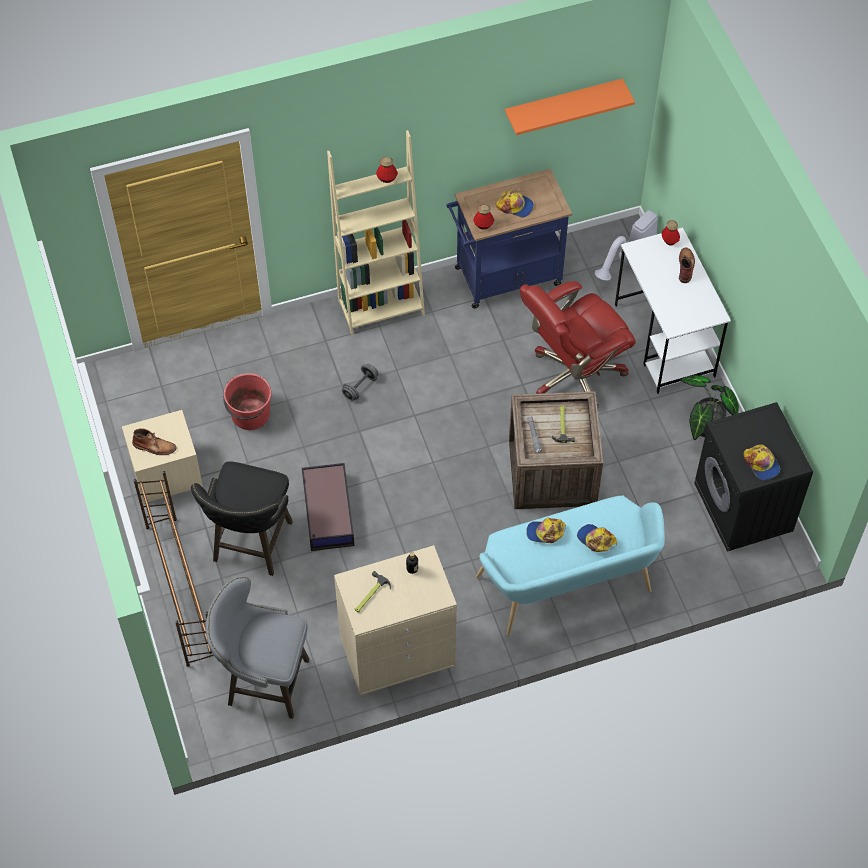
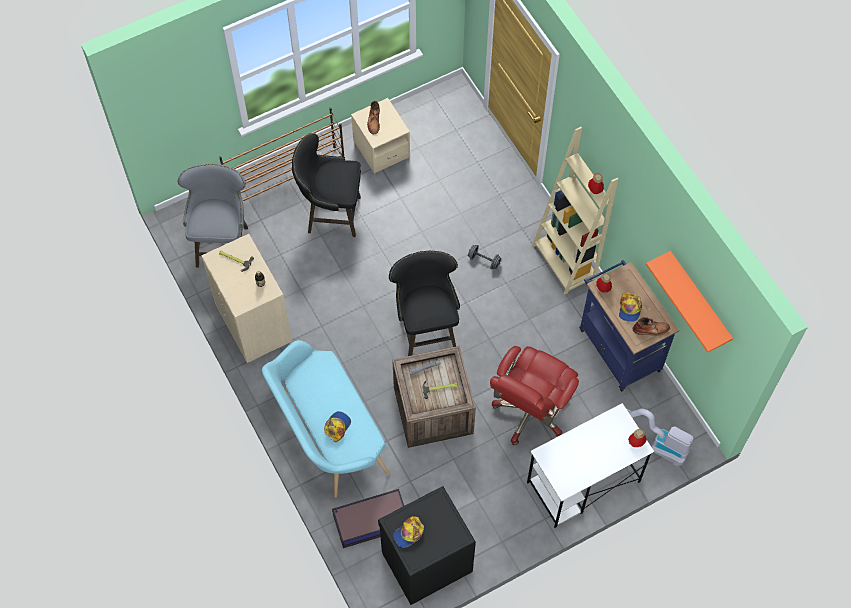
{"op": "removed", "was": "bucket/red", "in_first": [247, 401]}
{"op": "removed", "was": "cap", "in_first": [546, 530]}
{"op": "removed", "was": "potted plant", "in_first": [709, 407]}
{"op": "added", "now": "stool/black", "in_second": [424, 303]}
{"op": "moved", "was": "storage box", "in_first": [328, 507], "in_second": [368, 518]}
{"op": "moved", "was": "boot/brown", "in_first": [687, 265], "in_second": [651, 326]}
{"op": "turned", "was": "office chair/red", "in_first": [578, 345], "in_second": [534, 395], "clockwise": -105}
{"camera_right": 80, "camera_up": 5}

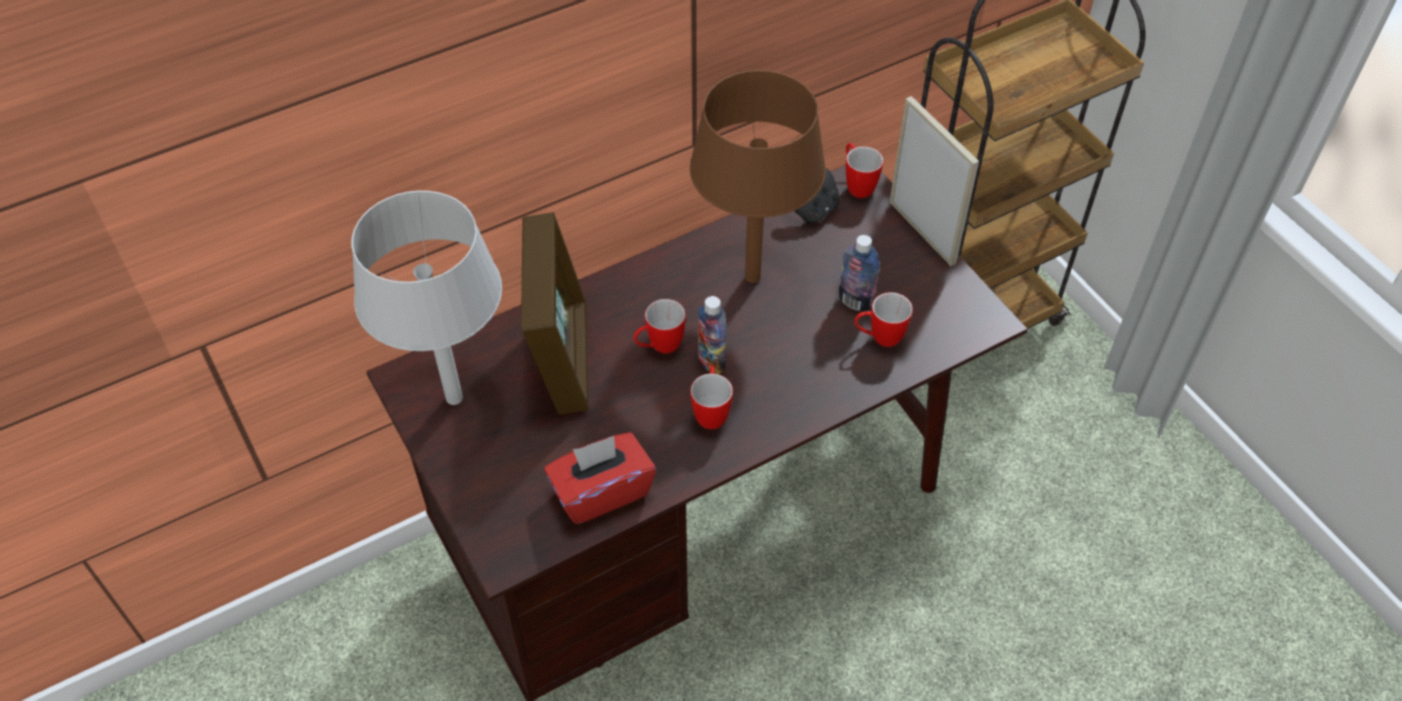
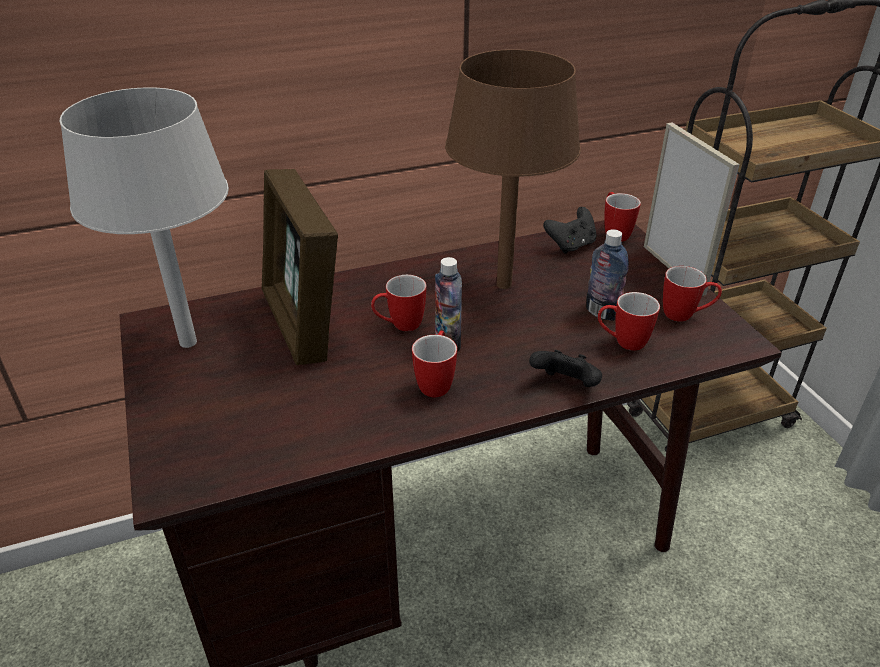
{"op": "removed", "was": "tissue box/red", "in_first": [600, 478]}
{"op": "added", "now": "game controller/black", "in_second": [565, 368]}
{"op": "added", "now": "mug", "in_second": [692, 294]}
{"op": "turned", "was": "picture frame", "in_first": [554, 313], "in_second": [299, 267], "clockwise": 150}
{"camera_right": 10, "camera_up": -15}

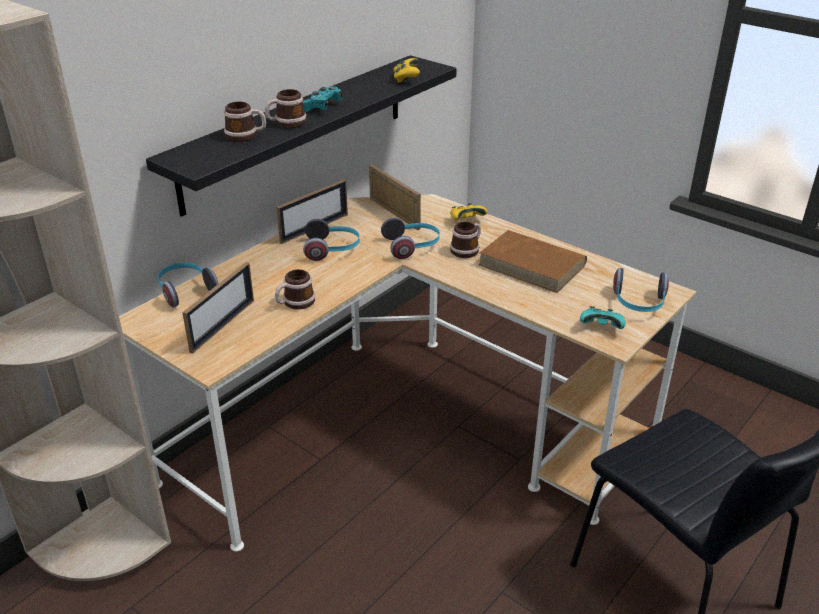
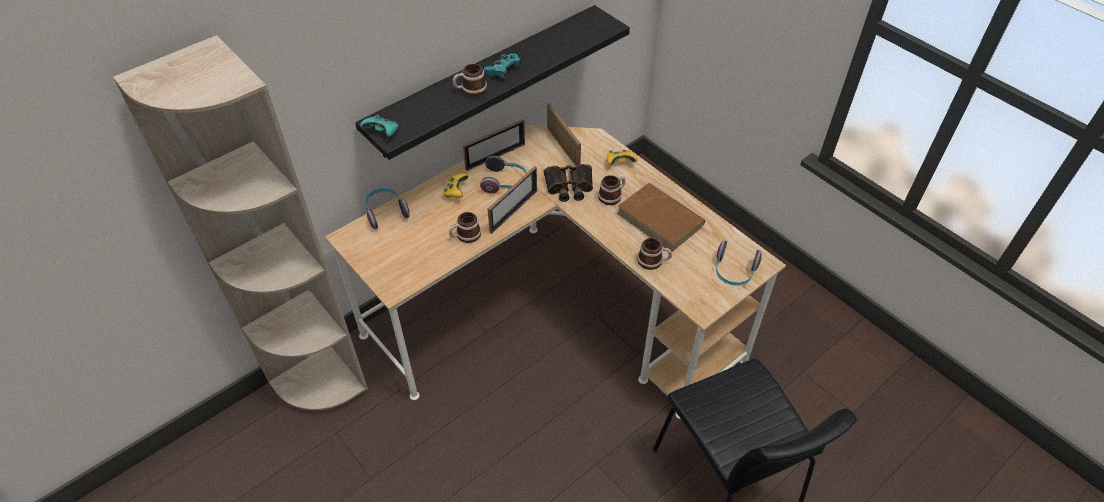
{"op": "moved", "was": "picture frame", "in_first": [218, 308], "in_second": [512, 200]}
{"op": "moved", "was": "mug", "in_first": [245, 122], "in_second": [654, 254]}
{"op": "moved", "was": "game controller/yellow", "in_first": [406, 70], "in_second": [455, 186]}
{"op": "moved", "was": "game controller/turquoise", "in_first": [602, 317], "in_second": [379, 125]}
{"op": "replaced", "was": "headphones", "now": "binoculars", "in_first": [410, 238], "in_second": [568, 183]}
{"camera_right": 10, "camera_up": 15}

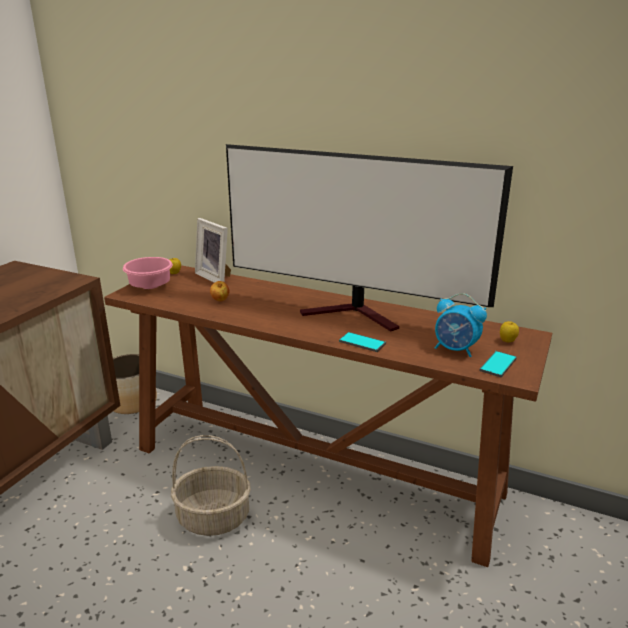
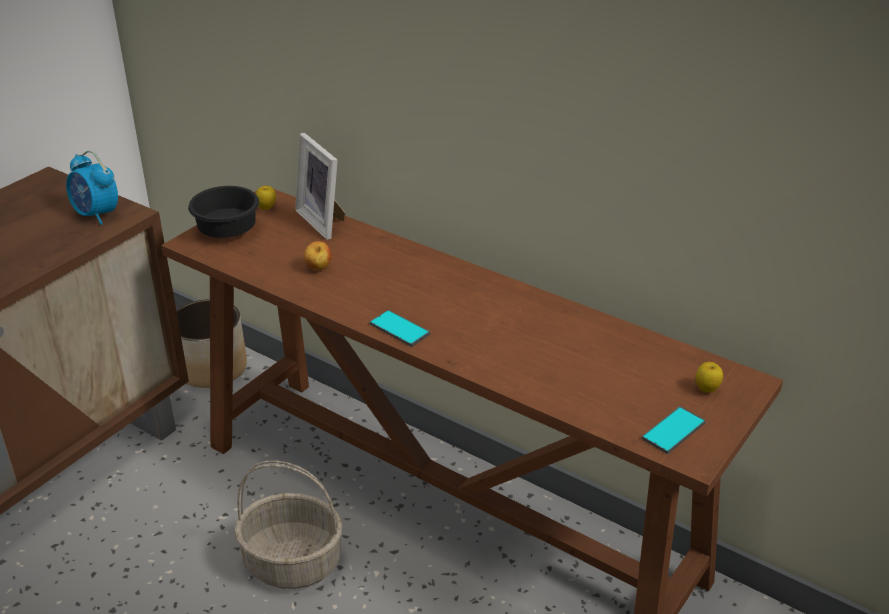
{"op": "removed", "was": "television", "in_first": [369, 238]}
{"op": "moved", "was": "phone", "in_first": [362, 342], "in_second": [400, 328]}
{"op": "moved", "was": "alarm clock", "in_first": [461, 325], "in_second": [92, 188]}
{"op": "recoloured", "was": "bowl/pink", "now": "bowl/black", "in_first": [148, 273], "in_second": [223, 212]}
{"camera_right": 10, "camera_up": 10}

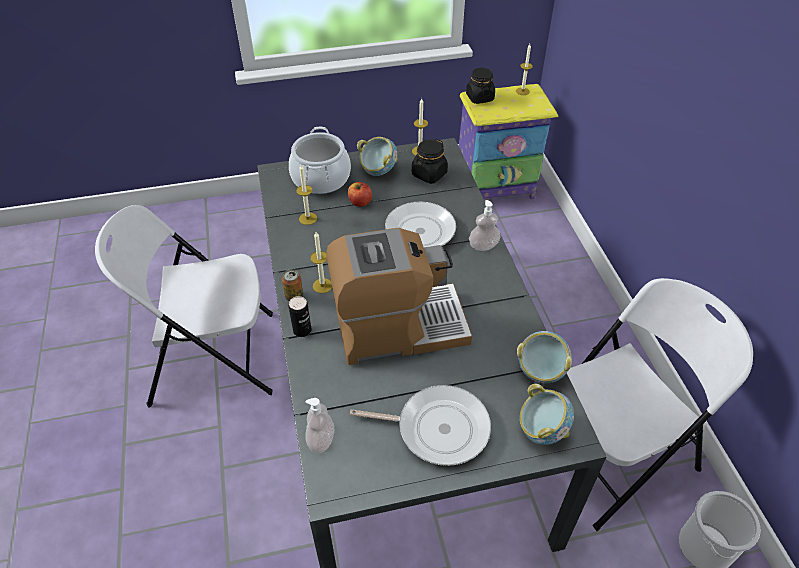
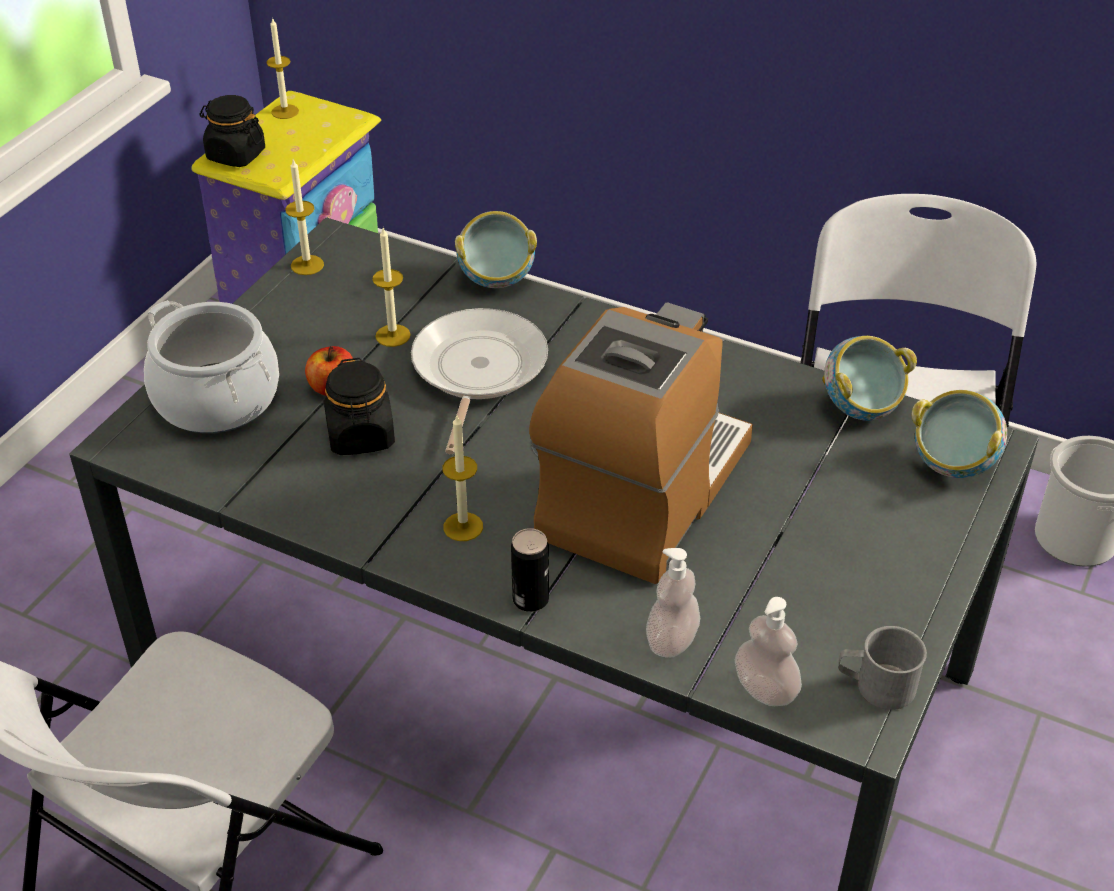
{"op": "removed", "was": "can", "in_first": [293, 285]}
{"op": "removed", "was": "frying pan", "in_first": [420, 425]}
{"op": "added", "now": "mug/grey", "in_second": [882, 668]}
{"op": "moved", "was": "candle", "in_first": [306, 195], "in_second": [391, 287]}
{"op": "moved", "was": "bowl", "in_first": [377, 156], "in_second": [496, 249]}
{"op": "moved", "was": "jar/black", "in_first": [430, 161], "in_second": [359, 406]}
{"op": "moved", "was": "soap dispenser", "in_first": [485, 225], "in_second": [673, 603]}
{"camera_right": -50, "camera_up": -5}

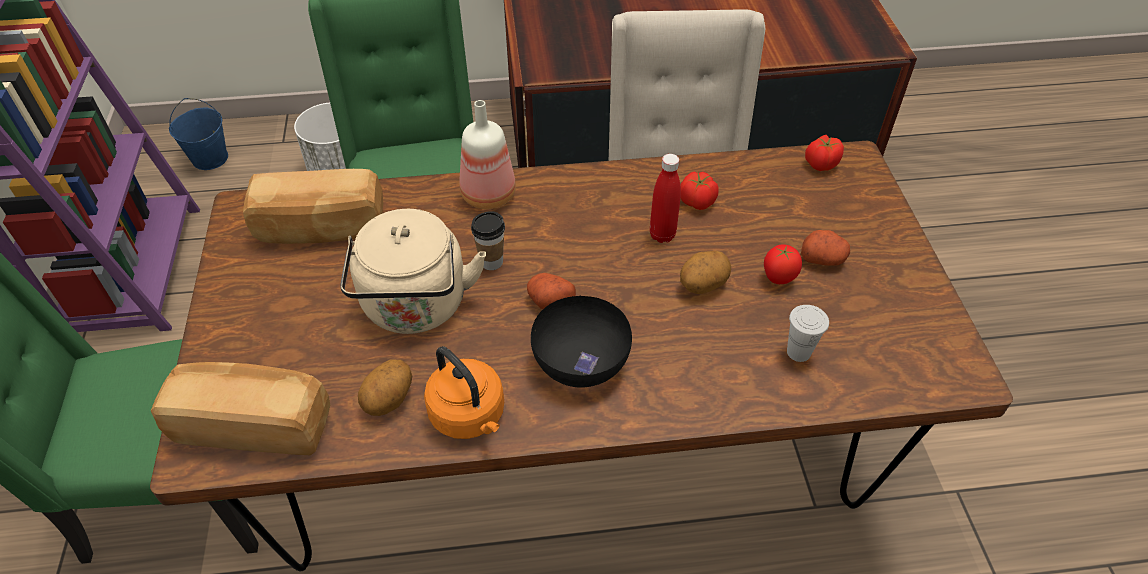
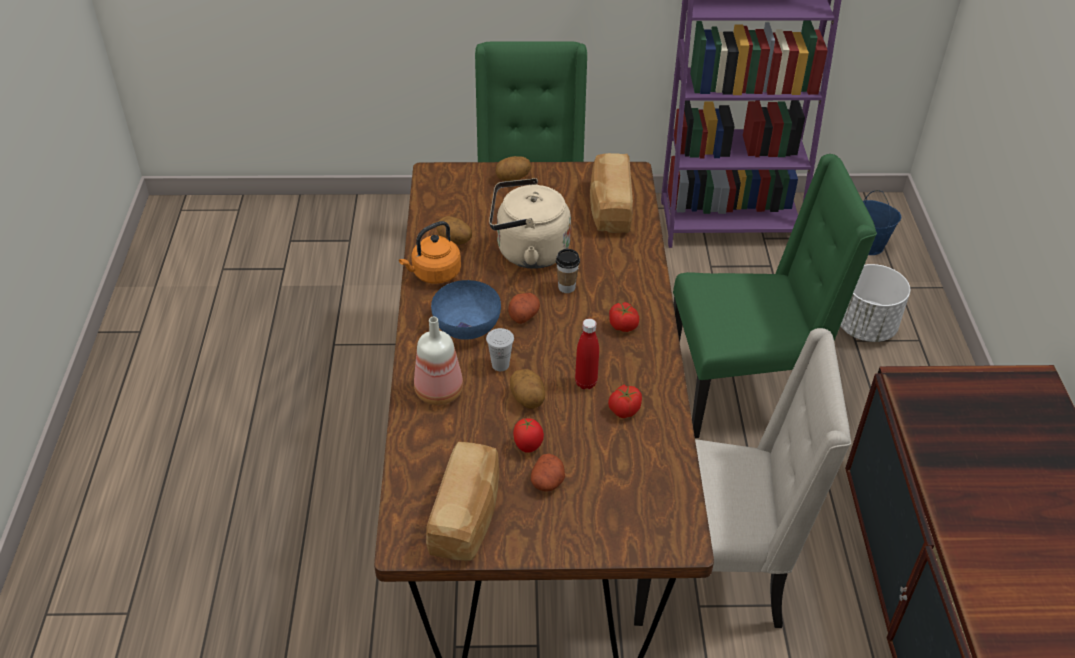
{"op": "added", "now": "potato", "in_second": [513, 168]}
{"op": "moved", "was": "bread", "in_first": [240, 408], "in_second": [462, 501]}
{"op": "moved", "was": "bottle", "in_first": [487, 154], "in_second": [438, 361]}
{"op": "moved", "was": "cup/white", "in_first": [808, 333], "in_second": [500, 349]}
{"op": "moved", "was": "tomato", "in_first": [824, 153], "in_second": [624, 317]}
{"op": "recoloured", "was": "bowl/black", "now": "bowl/blue", "in_first": [581, 342], "in_second": [466, 310]}
{"camera_right": 95, "camera_up": -5}

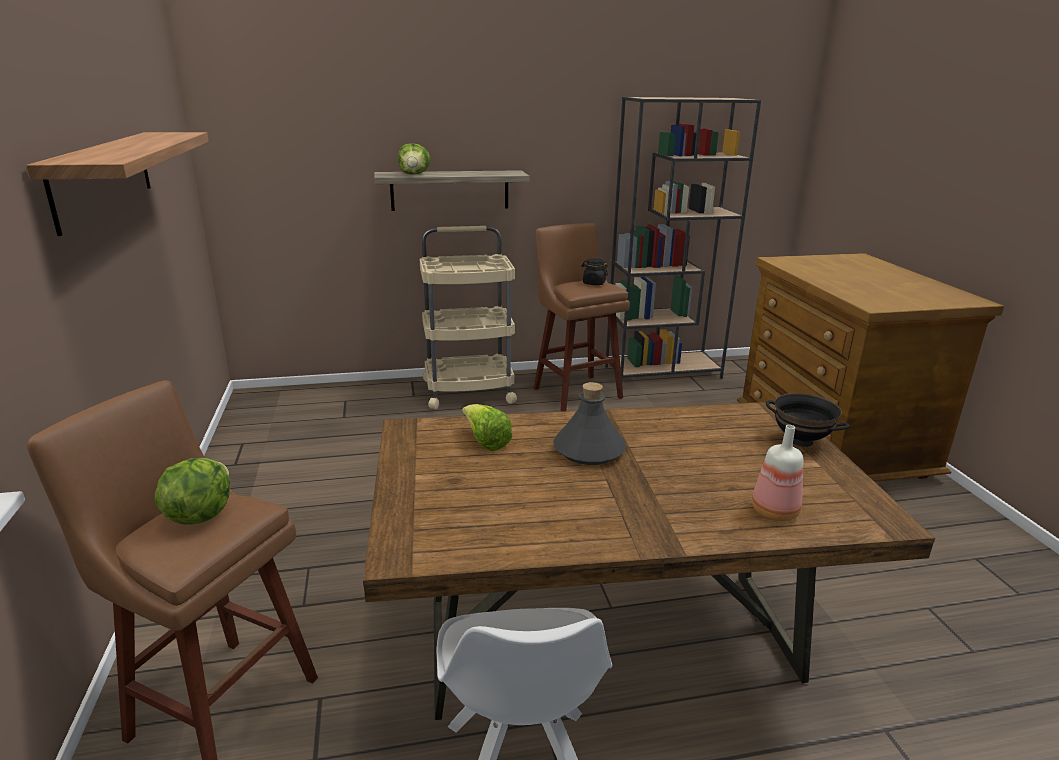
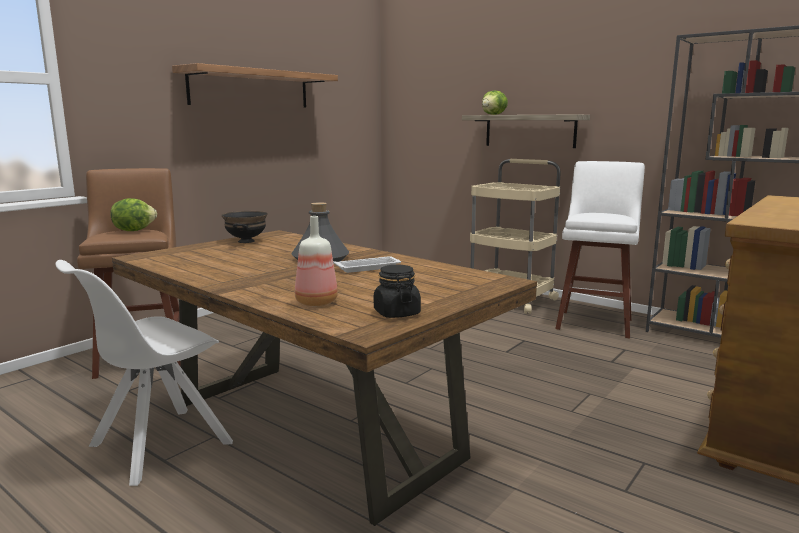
{"op": "removed", "was": "lettuce", "in_first": [487, 427]}
{"op": "added", "now": "tray/white", "in_second": [367, 264]}
{"op": "moved", "was": "jar/black", "in_first": [595, 271], "in_second": [397, 291]}
{"op": "moved", "was": "bowl/black", "in_first": [807, 420], "in_second": [245, 227]}
{"op": "recoloured", "was": "stool/brown", "now": "stool/white", "in_first": [582, 317], "in_second": [600, 250]}
{"camera_right": 50, "camera_up": -10}

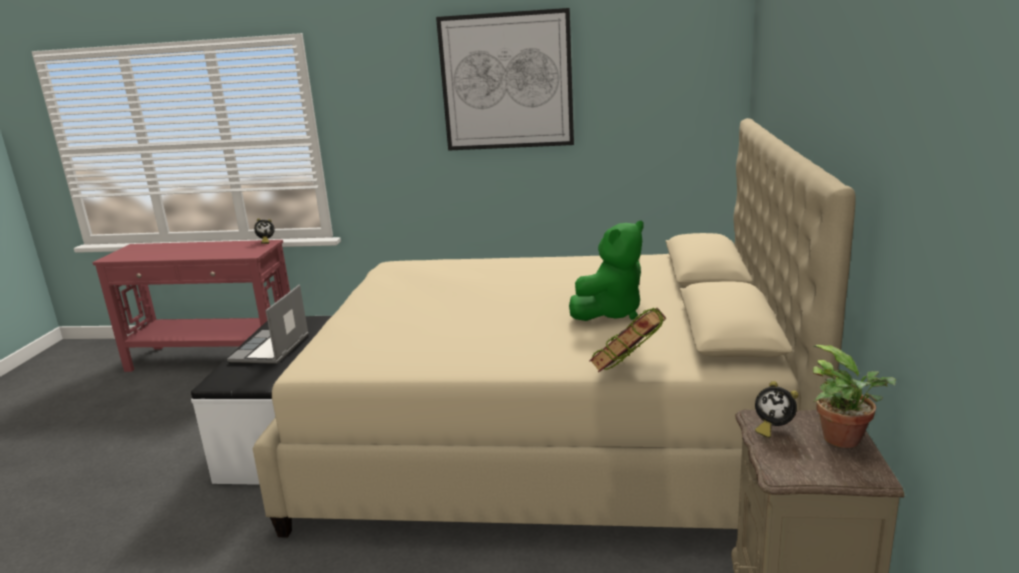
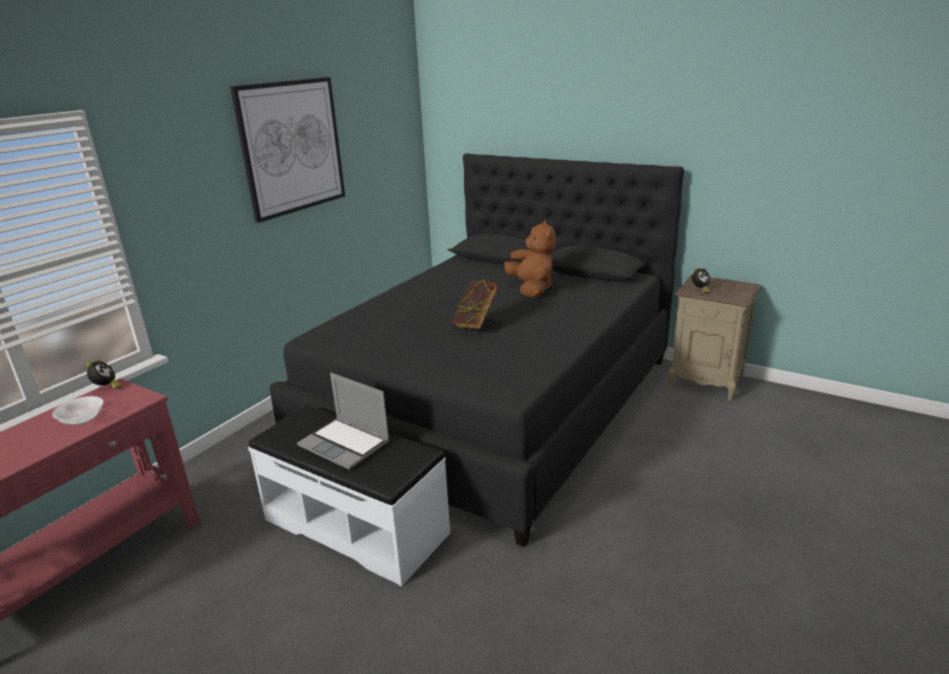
{"op": "removed", "was": "potted plant", "in_first": [854, 396]}
{"op": "added", "now": "bowl", "in_second": [77, 410]}
{"op": "moved", "was": "book", "in_first": [628, 340], "in_second": [475, 304]}
{"op": "recoloured", "was": "bed/beige", "now": "bed/black", "in_first": [554, 328], "in_second": [476, 350]}
{"op": "recoloured", "was": "plush toy/green", "now": "plush toy/brown", "in_first": [606, 271], "in_second": [530, 259]}
{"camera_right": -65, "camera_up": 5}

